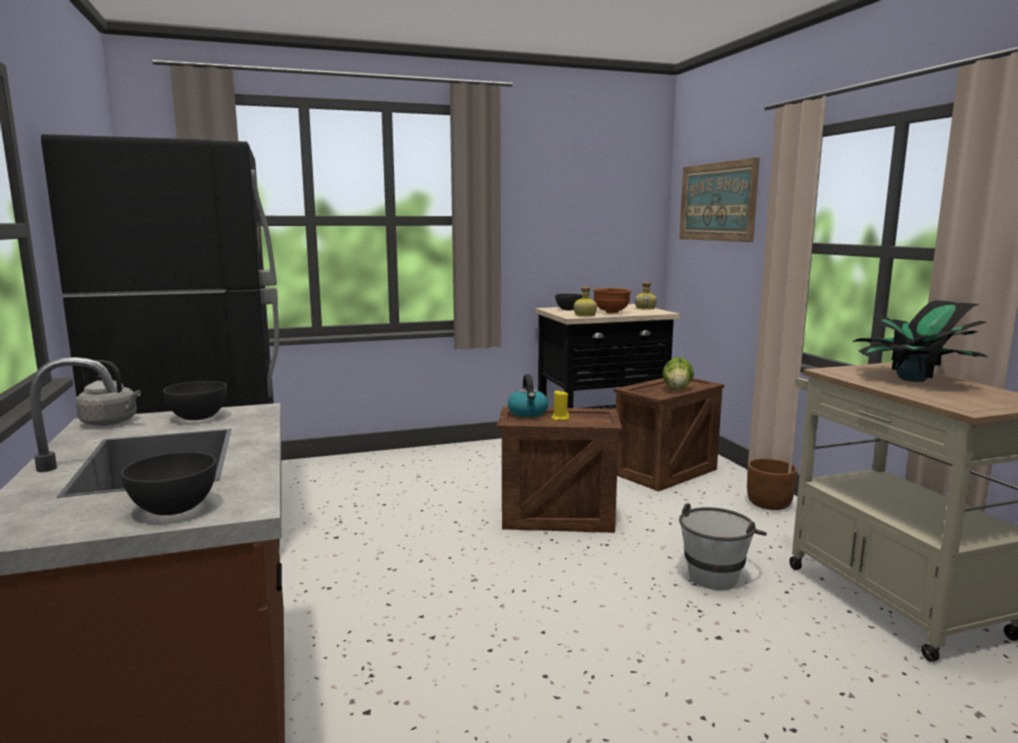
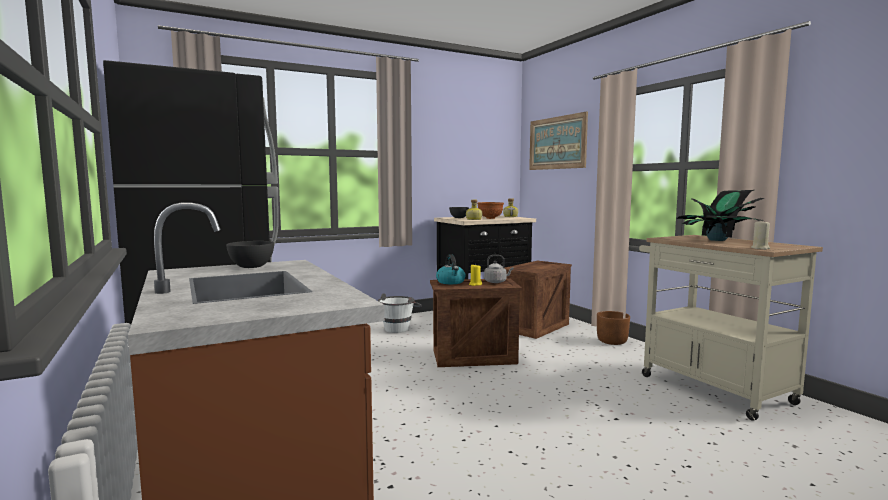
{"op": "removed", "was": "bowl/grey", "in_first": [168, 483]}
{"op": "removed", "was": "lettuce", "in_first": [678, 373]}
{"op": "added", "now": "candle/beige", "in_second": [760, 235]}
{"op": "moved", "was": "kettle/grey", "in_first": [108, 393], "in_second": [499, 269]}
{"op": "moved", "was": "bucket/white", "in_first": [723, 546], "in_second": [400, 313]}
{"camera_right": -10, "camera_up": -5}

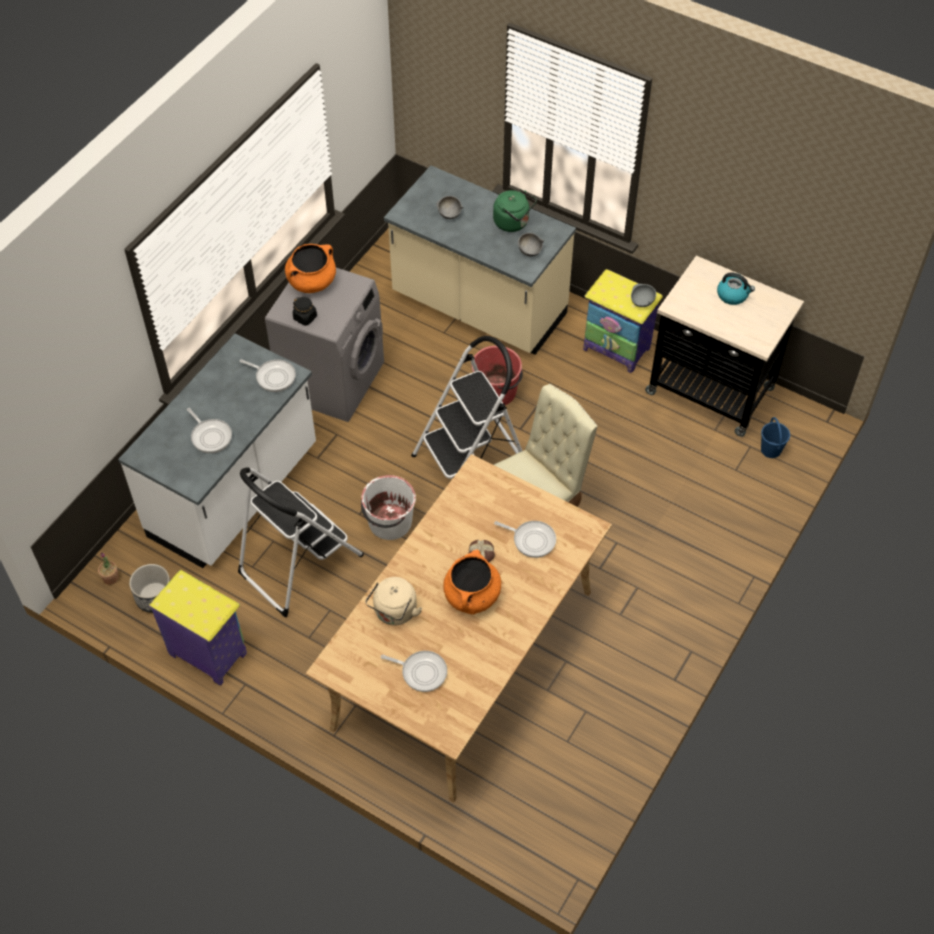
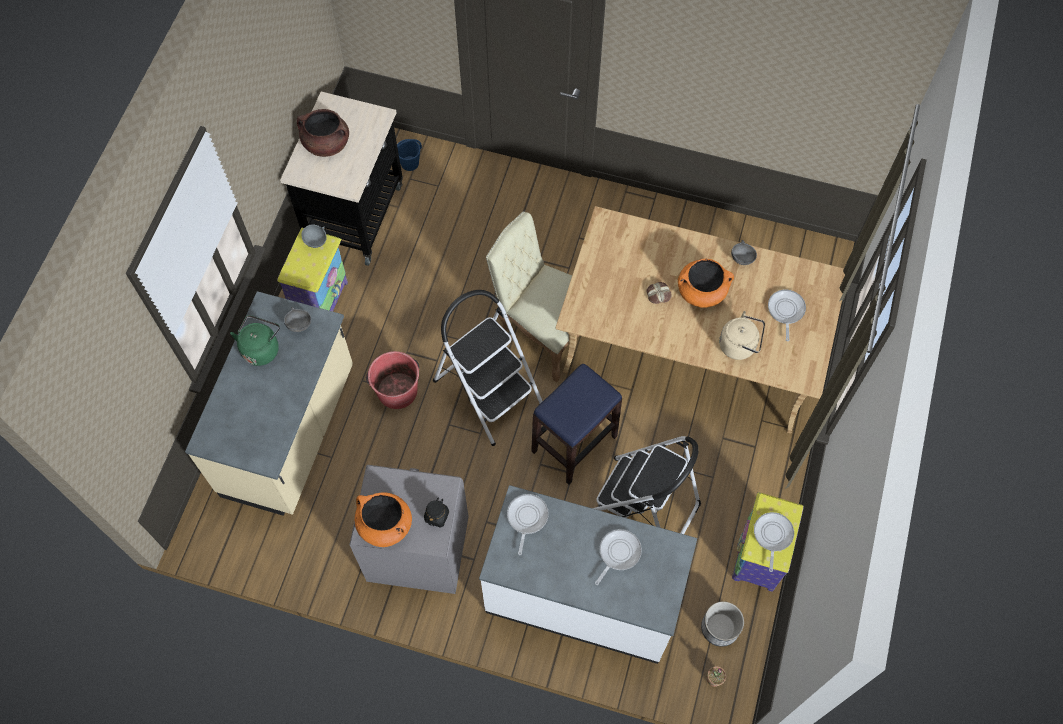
{"op": "moved", "was": "bowl/grey", "in_first": [450, 207], "in_second": [744, 252]}
{"op": "moved", "was": "frying pan", "in_first": [525, 539], "in_second": [774, 542]}
{"op": "replaced", "was": "bucket/white", "now": "stool", "in_first": [388, 507], "in_second": [576, 424]}
{"op": "replaced", "was": "kettle", "now": "cooking pot/brown", "in_first": [736, 288], "in_second": [323, 133]}
{"camera_right": -105, "camera_up": 10}

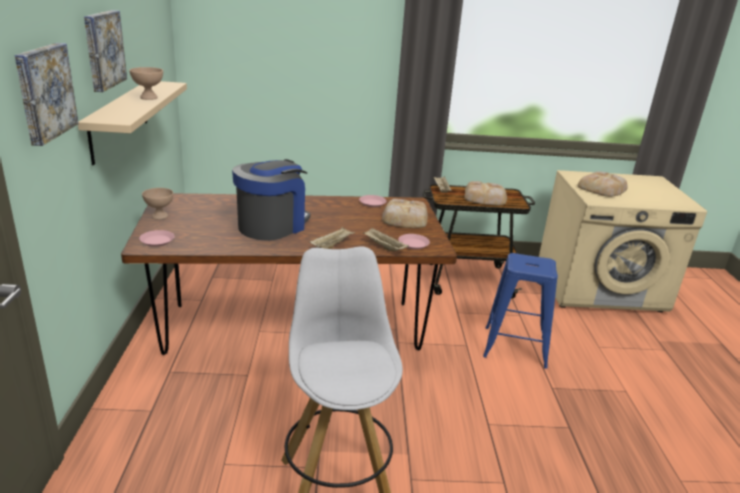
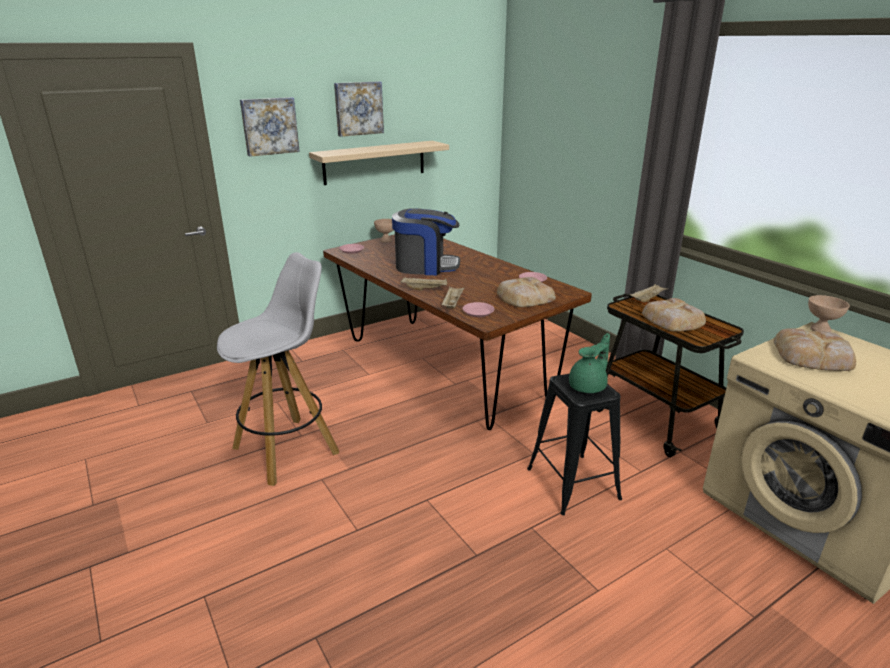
{"op": "added", "now": "teapot/green", "in_second": [589, 363]}
{"op": "moved", "was": "bowl/beige", "in_first": [146, 83], "in_second": [829, 313]}
{"op": "recoloured", "was": "stool/blue", "now": "stool/black", "in_first": [520, 311], "in_second": [574, 444]}
{"camera_right": 60, "camera_up": 0}

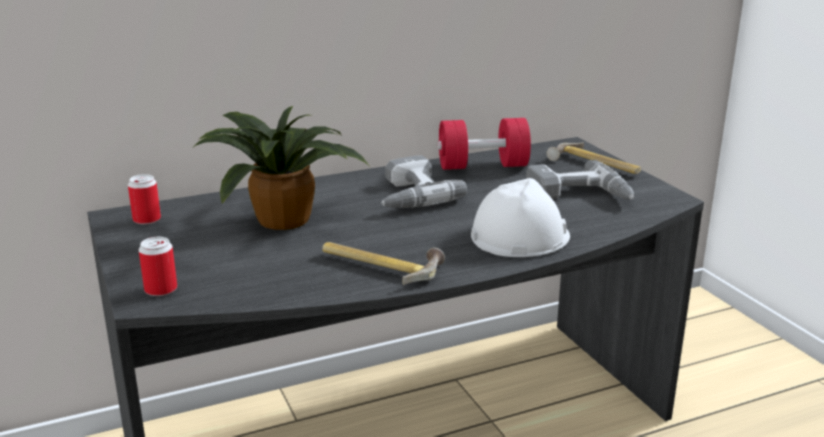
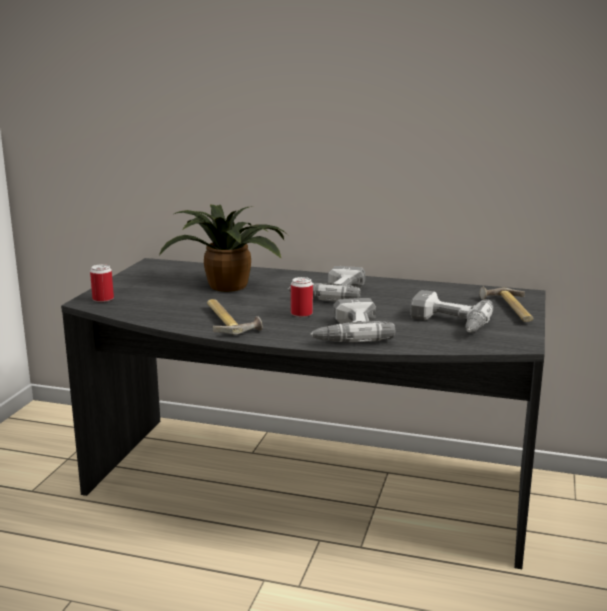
{"op": "removed", "was": "dumbbell/red", "in_first": [484, 144]}
{"op": "moved", "was": "can", "in_first": [144, 199], "in_second": [302, 297]}
{"op": "replaced", "was": "hard hat/white", "now": "power drill", "in_first": [520, 217], "in_second": [353, 320]}
{"camera_right": 40, "camera_up": -5}

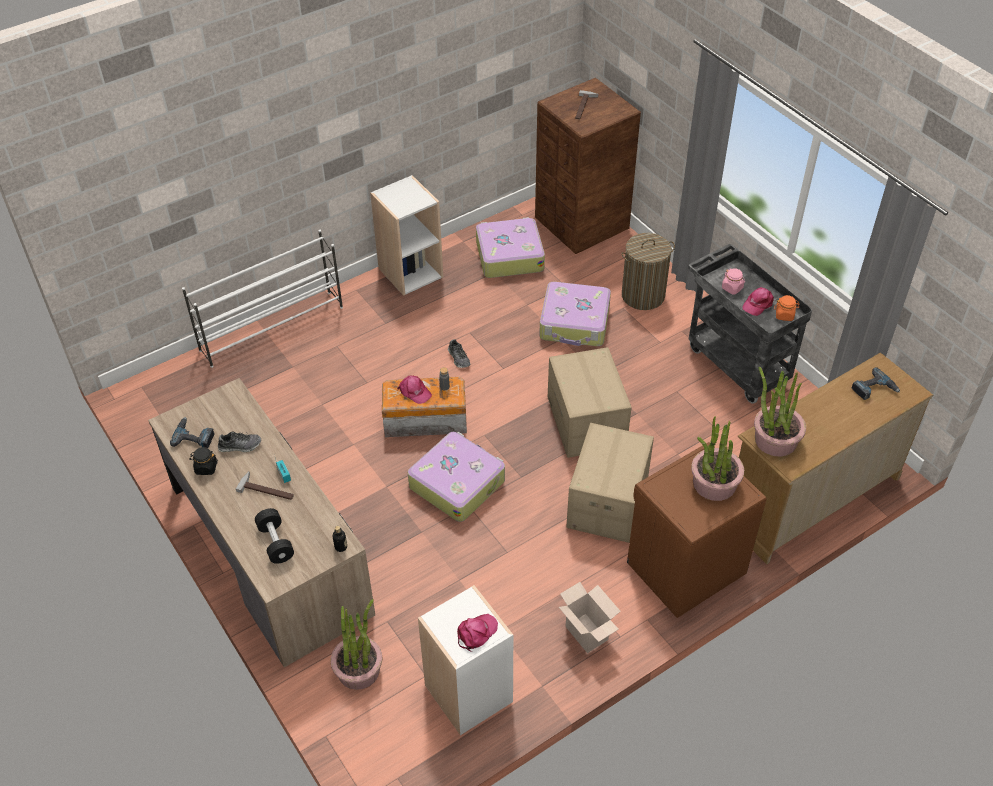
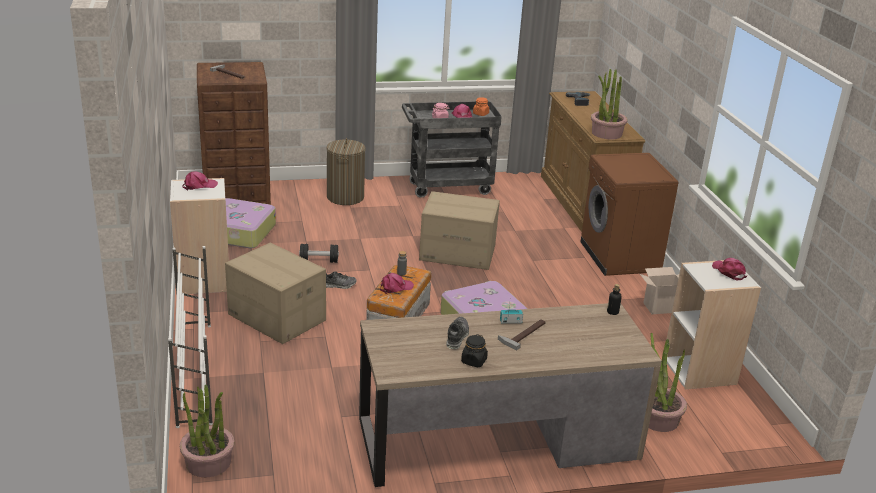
{"op": "removed", "was": "power drill", "in_first": [192, 432]}
{"op": "removed", "was": "suitcase", "in_first": [575, 314]}
{"op": "added", "now": "cap/pink", "in_second": [200, 180]}
{"op": "moved", "was": "dumbbell/black", "in_first": [274, 536], "in_second": [319, 253]}
{"op": "moved", "was": "cardboard box", "in_first": [610, 483], "in_second": [275, 293]}
{"op": "moved", "was": "potted plant", "in_first": [717, 458], "in_second": [207, 431]}
{"camera_right": -70, "camera_up": -20}

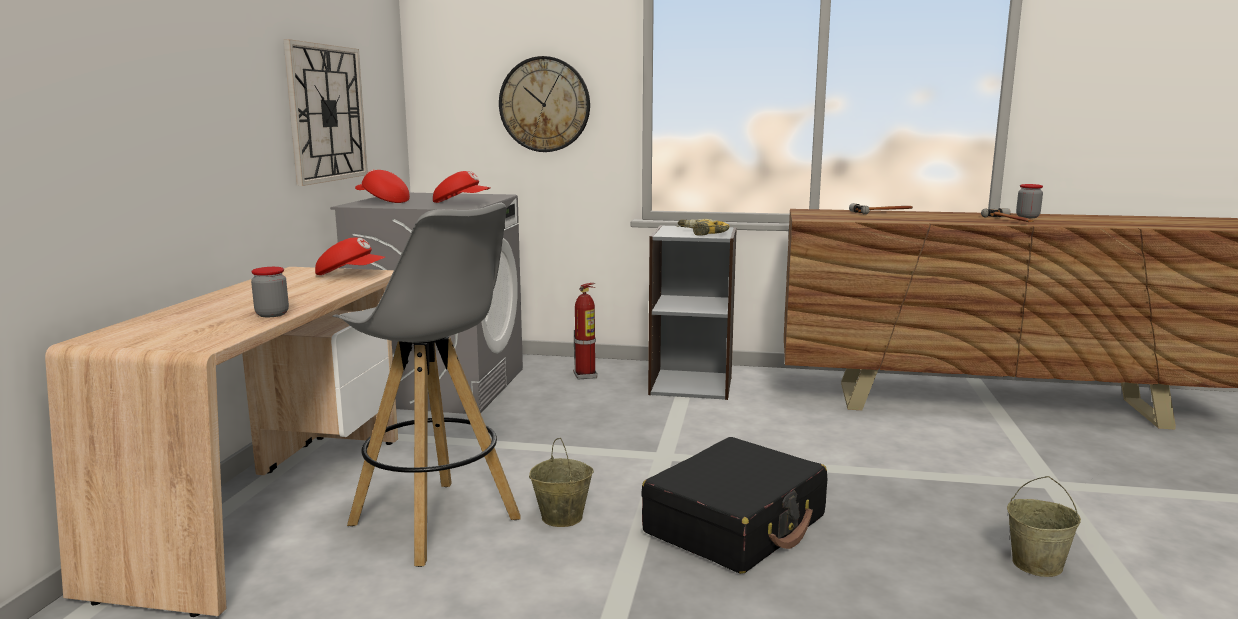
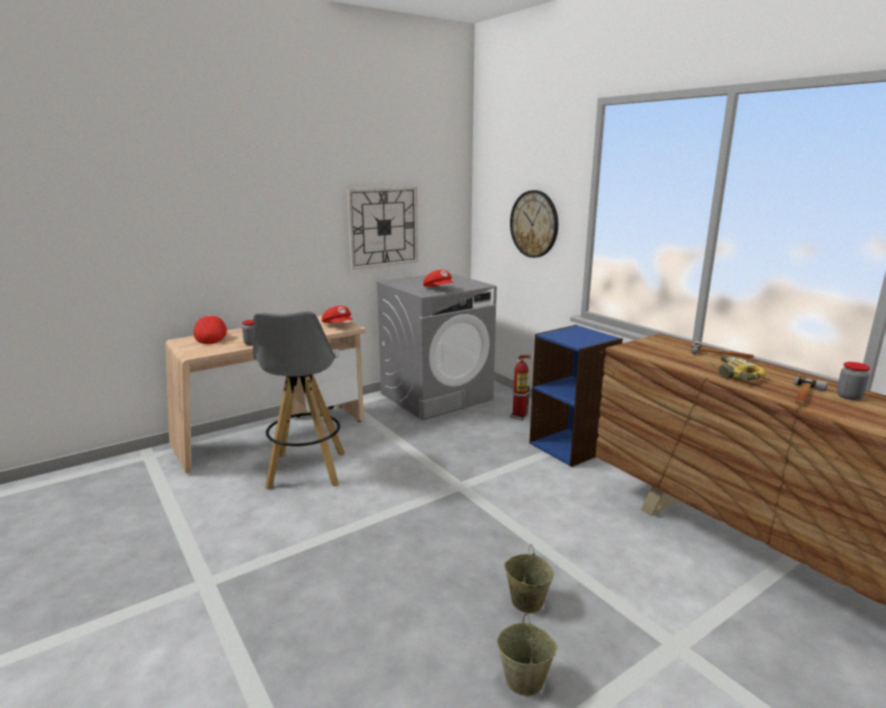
{"op": "removed", "was": "suitcase/black", "in_first": [734, 505]}
{"op": "moved", "was": "cap/red", "in_first": [382, 186], "in_second": [210, 329]}
{"op": "moved", "was": "bucket/beige", "in_first": [561, 482], "in_second": [529, 578]}
{"op": "moved", "was": "power drill", "in_first": [703, 227], "in_second": [737, 367]}
{"op": "recoloured", "was": "bookcase/grey", "now": "bookcase/blue", "in_first": [692, 312], "in_second": [576, 396]}
{"camera_right": 45, "camera_up": 5}

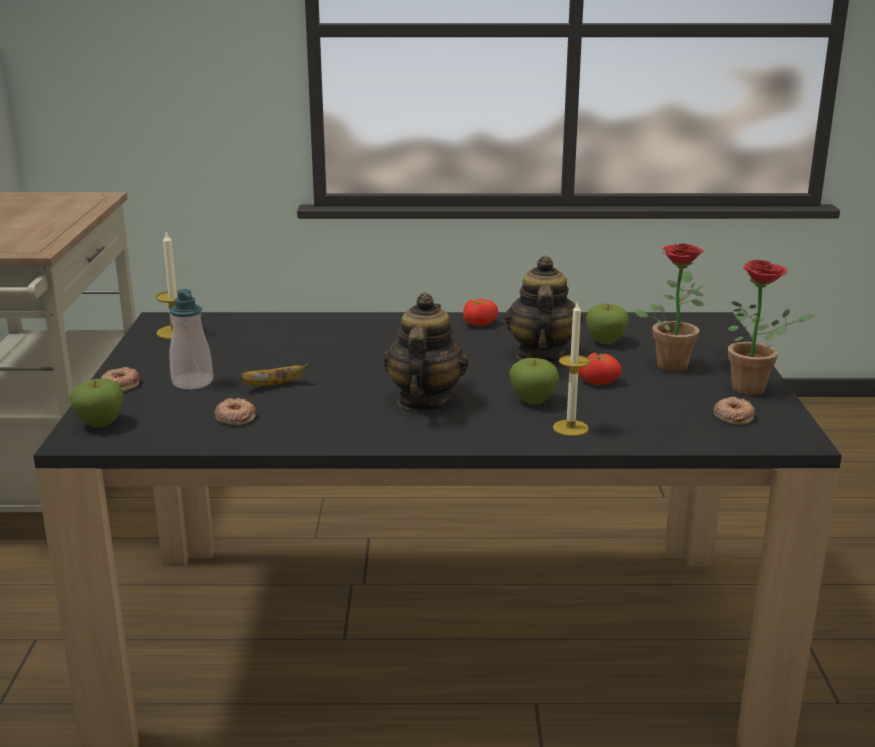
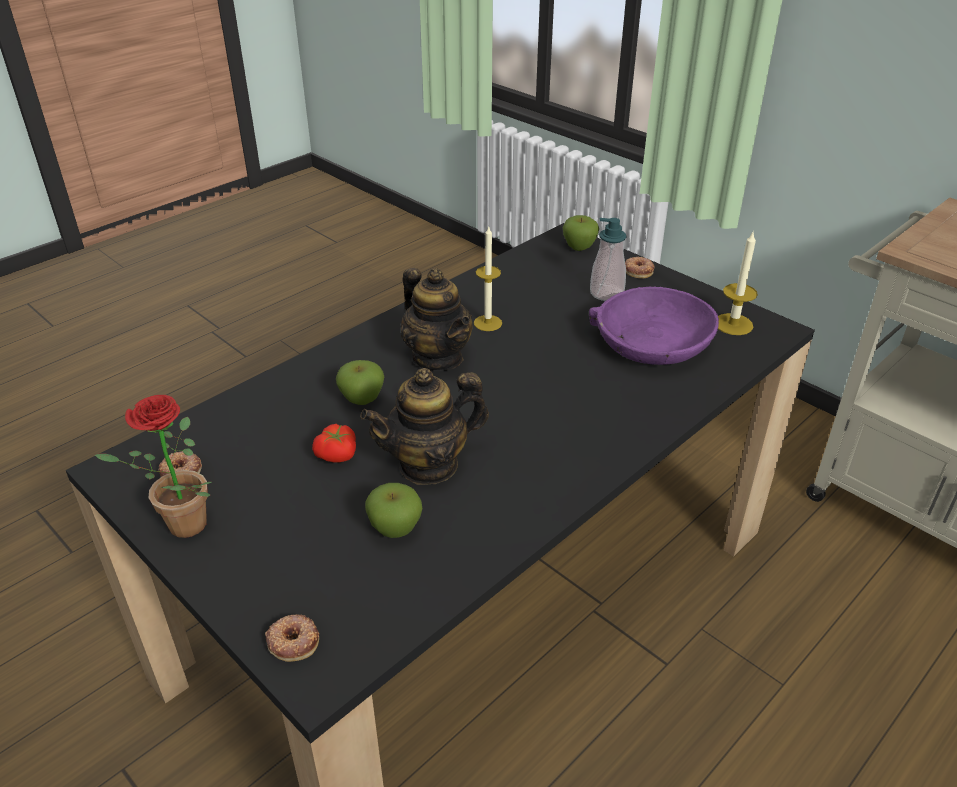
{"op": "removed", "was": "banana", "in_first": [275, 374]}
{"op": "removed", "was": "tomato", "in_first": [480, 312]}
{"op": "removed", "was": "potted plant", "in_first": [669, 307]}
{"op": "added", "now": "bowl/purple", "in_second": [654, 325]}
{"op": "moved", "was": "donut", "in_first": [234, 411], "in_second": [292, 638]}
{"op": "moved", "was": "candle", "in_first": [571, 368], "in_second": [488, 279]}
{"op": "turned", "was": "teapot", "in_first": [543, 309], "in_second": [424, 426], "clockwise": 105}
{"camera_right": 135, "camera_up": 15}

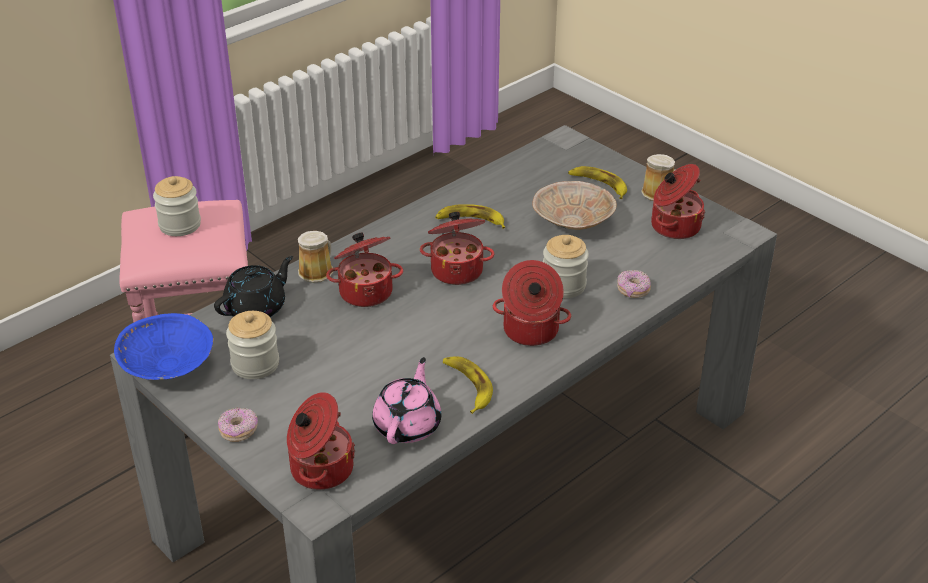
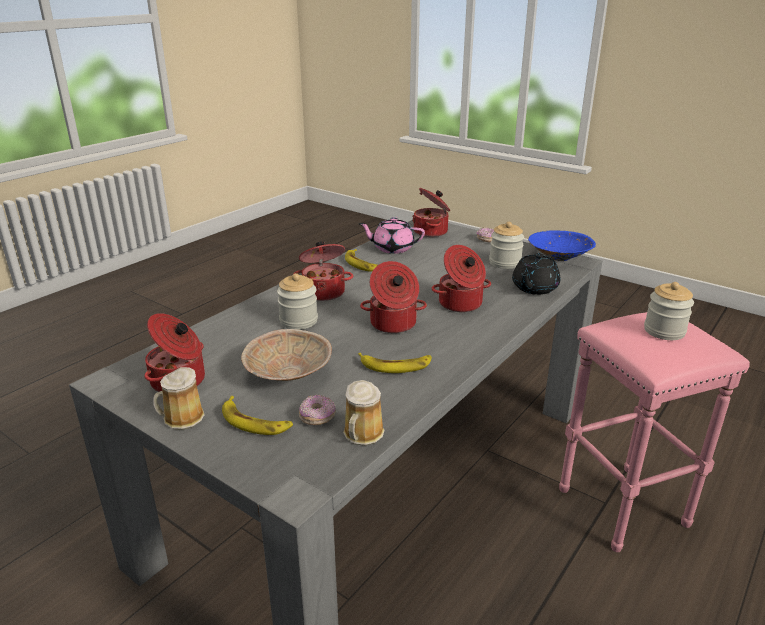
{"op": "moved", "was": "mug", "in_first": [315, 257], "in_second": [363, 412]}
{"op": "moved", "was": "donut", "in_first": [634, 284], "in_second": [317, 410]}
{"op": "turned", "was": "teapot/pink", "in_first": [406, 400], "in_second": [392, 235], "clockwise": 90}
{"camera_right": 170, "camera_up": -10}

